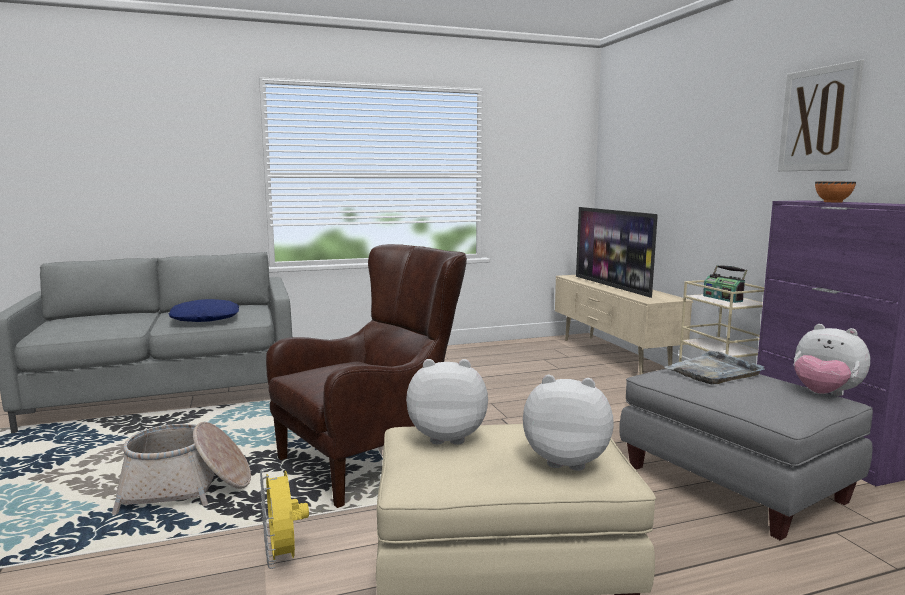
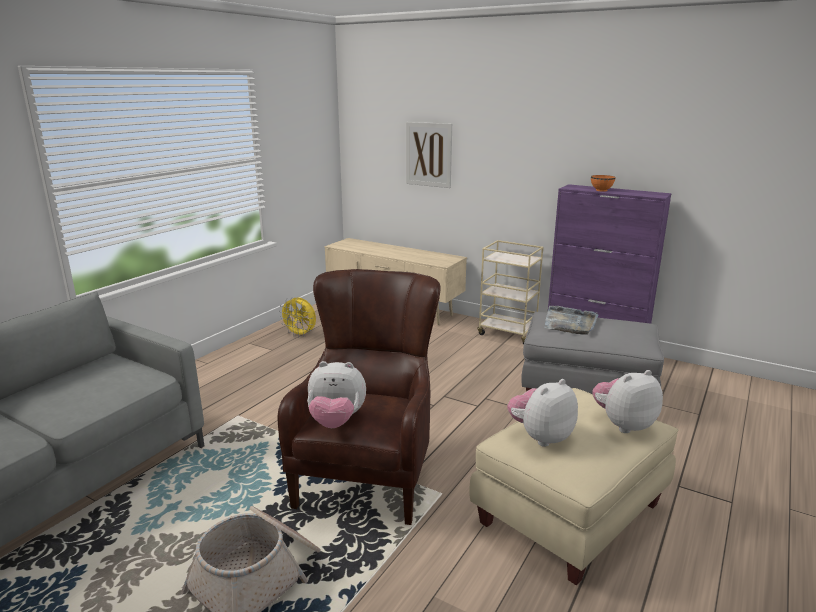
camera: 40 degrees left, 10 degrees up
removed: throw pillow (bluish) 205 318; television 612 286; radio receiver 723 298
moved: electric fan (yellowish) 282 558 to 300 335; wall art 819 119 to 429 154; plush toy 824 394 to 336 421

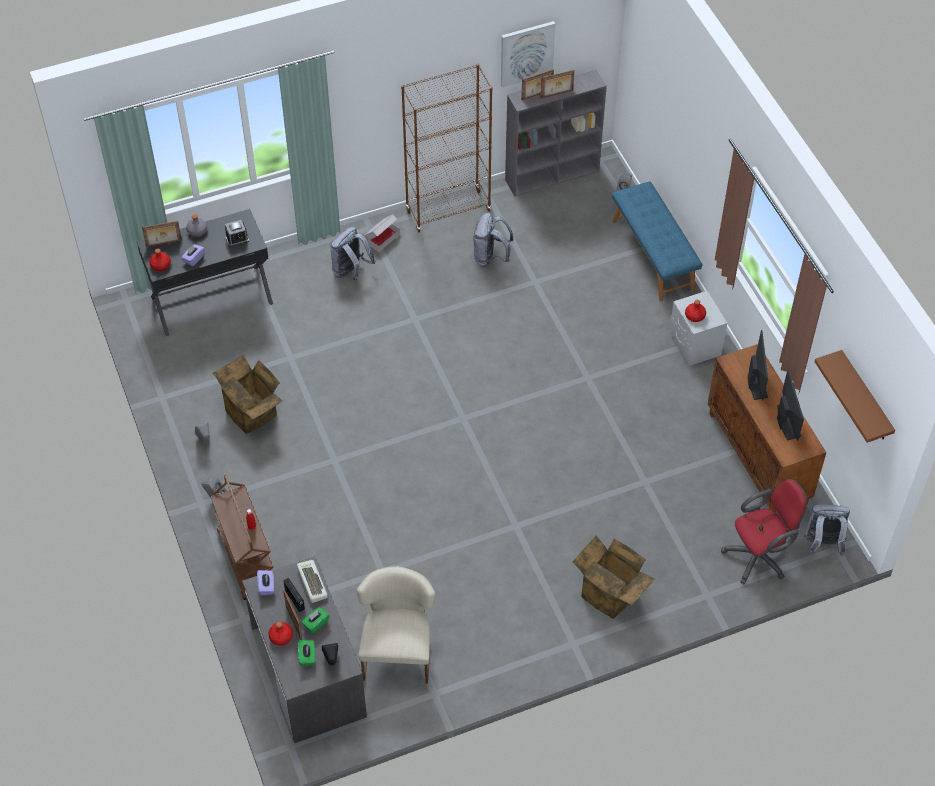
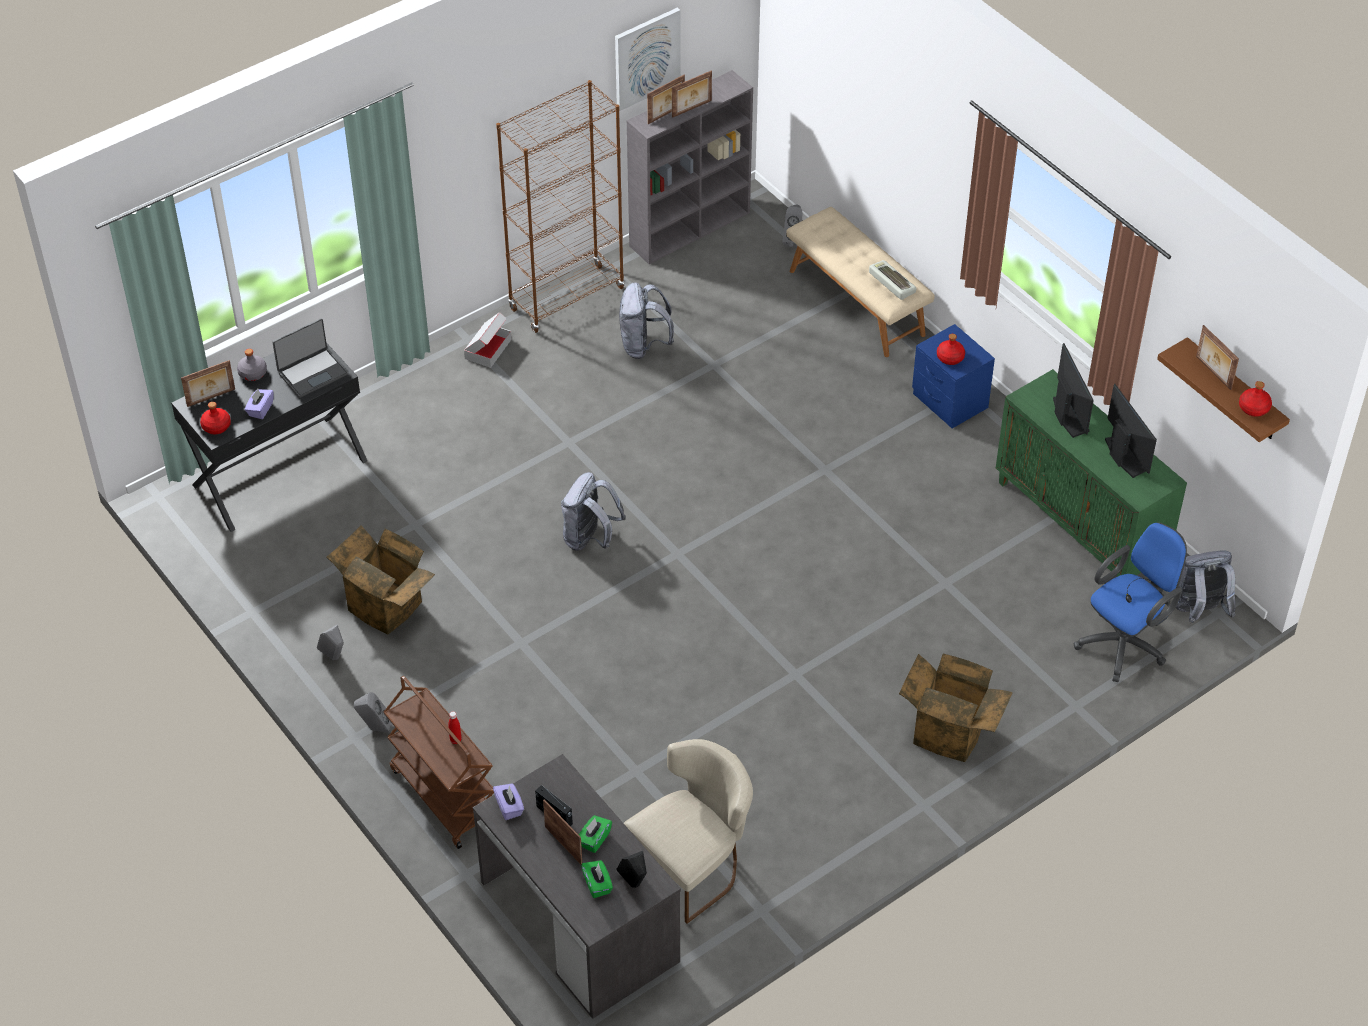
camera: 15 degrees left, 5 degrees down
added: picture frame 1212 373
moved: bottle (red-coloured) 281 636 to 1253 407; keyboard 311 582 to 890 282; rucksack (gray) 351 271 to 590 539
replaced: bedside clock 237 239 to notebook computer 312 373
recoloured: bench (bluish) 653 255 to bench (sand-coloured) 857 302; bedside table (gray) 695 344 to bedside table (bluish) 950 401; storage cabinet (brownish) 758 459 to storage cabinet (greenish) 1081 524; computer chair (red-coloured) 760 556 to computer chair (bluish) 1125 643
turned: upright chair (sand-coloured) 398 651 = 693 867 60 degrees clockwise

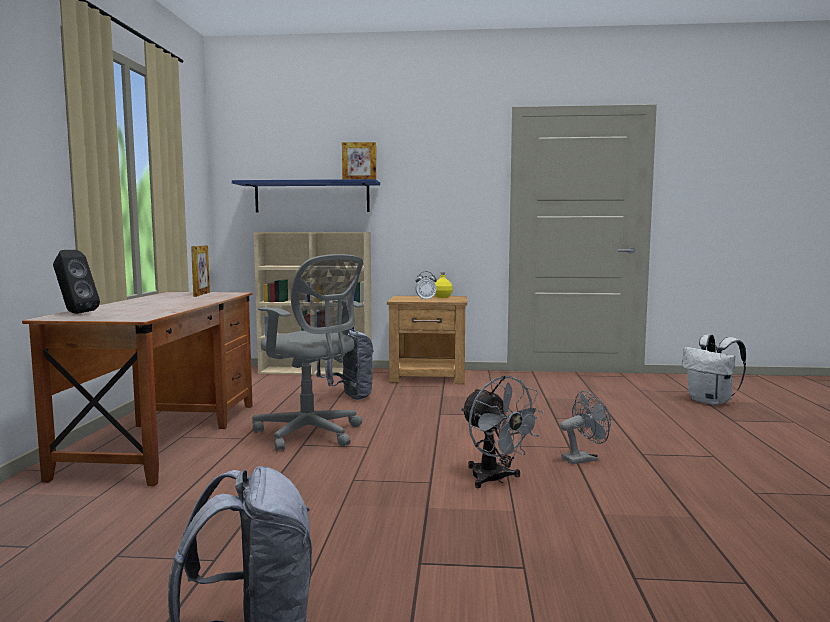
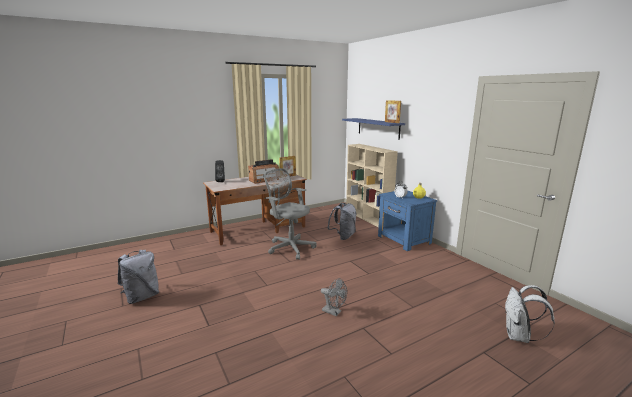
camera: 55 degrees right, 10 degrees up
removed: electric fan (gray) 495 480
added: radio receiver 264 180
recoloured: bedside table (brownish) 429 376 to bedside table (bluish) 404 240
turned: computer chair (gray) 311 434 = 289 247 120 degrees clockwise

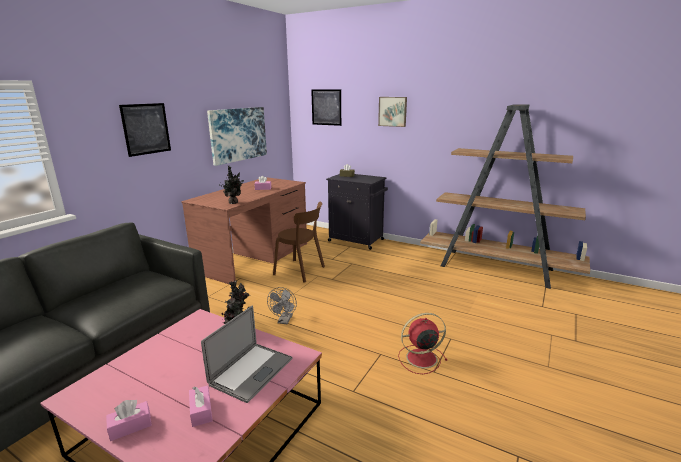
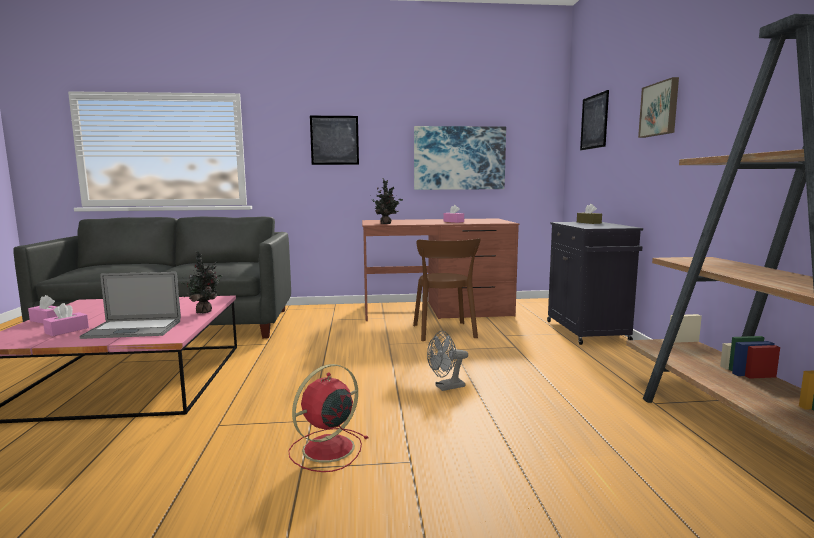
camera: 55 degrees right, 10 degrees down
moved: electric fan (gray) 284 321 to 446 387
turned: electric fan (red-coloured) 420 358 = 326 449 90 degrees counterclockwise

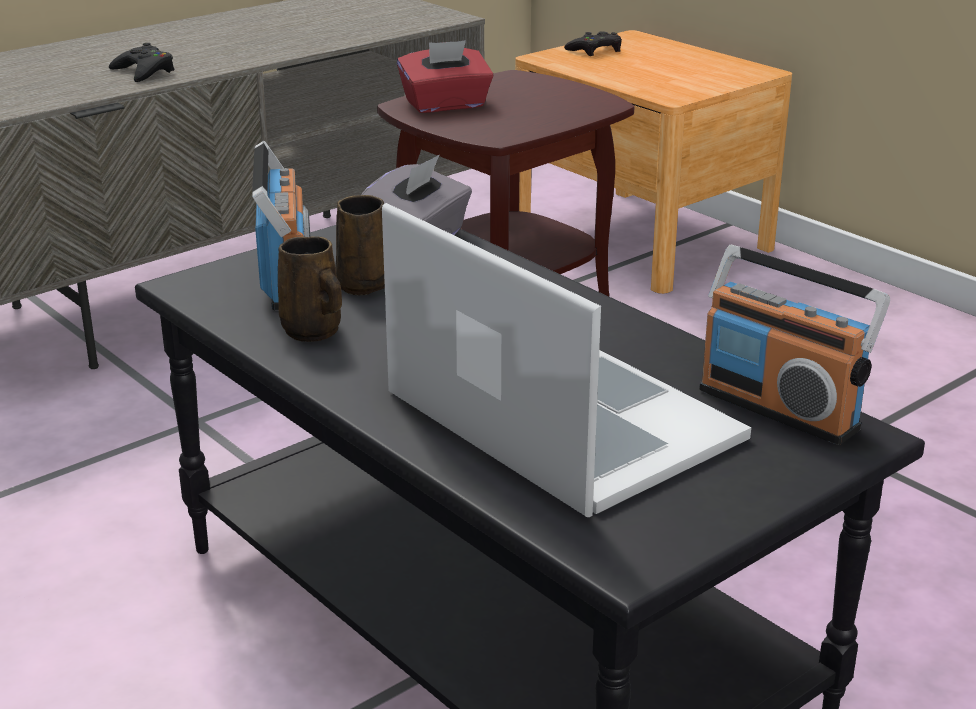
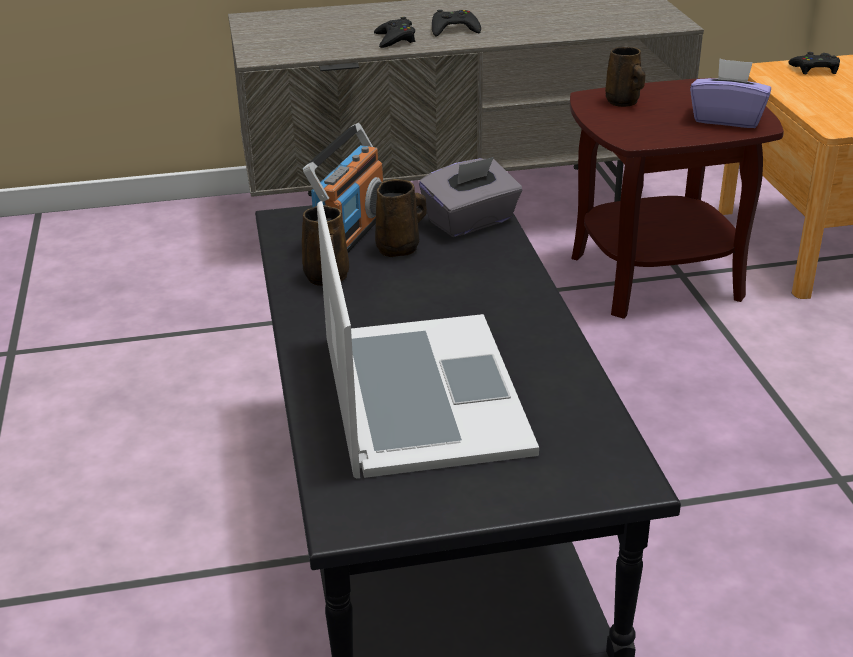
camera: 30 degrees right, 5 degrees up
removed: radio receiver 779 408
added: joypad (black-coloured) 454 29; tissue holder (purple-coloured) 727 119
replaced: tissue holder (red-coloured) 446 105 to mug (brownish) 623 102

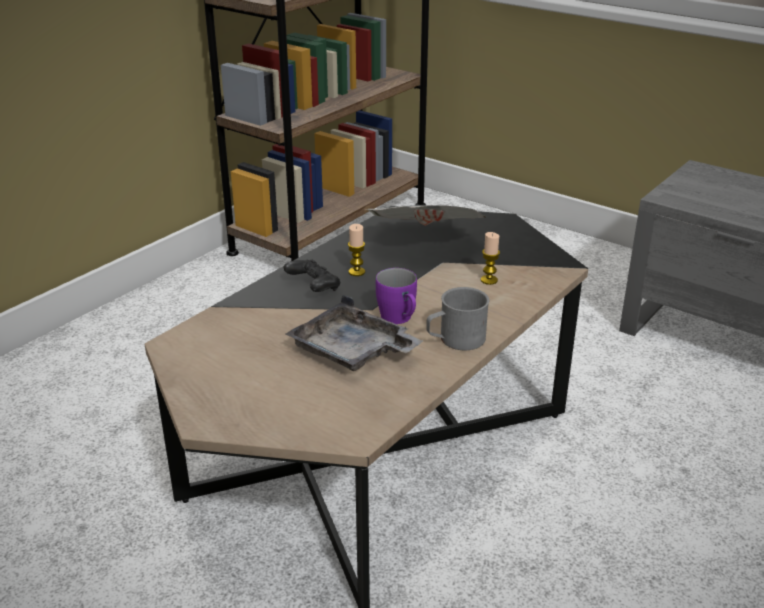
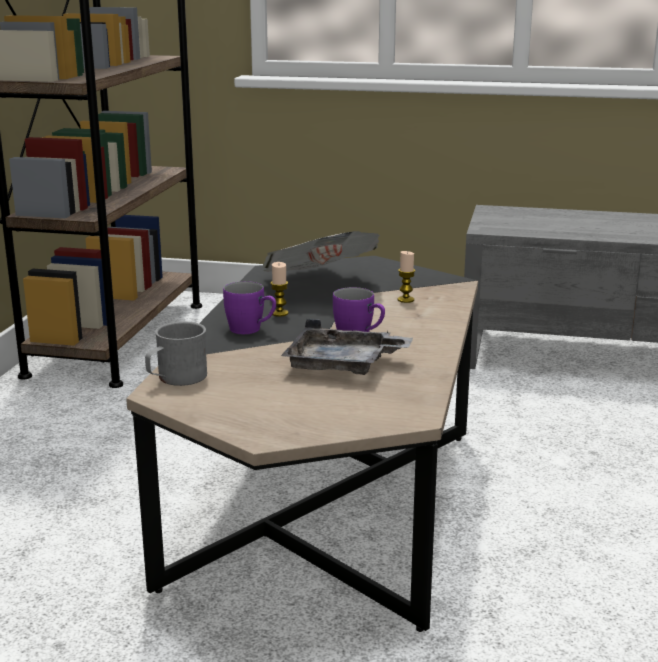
camera: 25 degrees left, 10 degrees down
moved: mug (gray) 455 340 to 176 379
replaced: joypad (black-coloured) 313 287 to mug (purple-coloured) 251 330

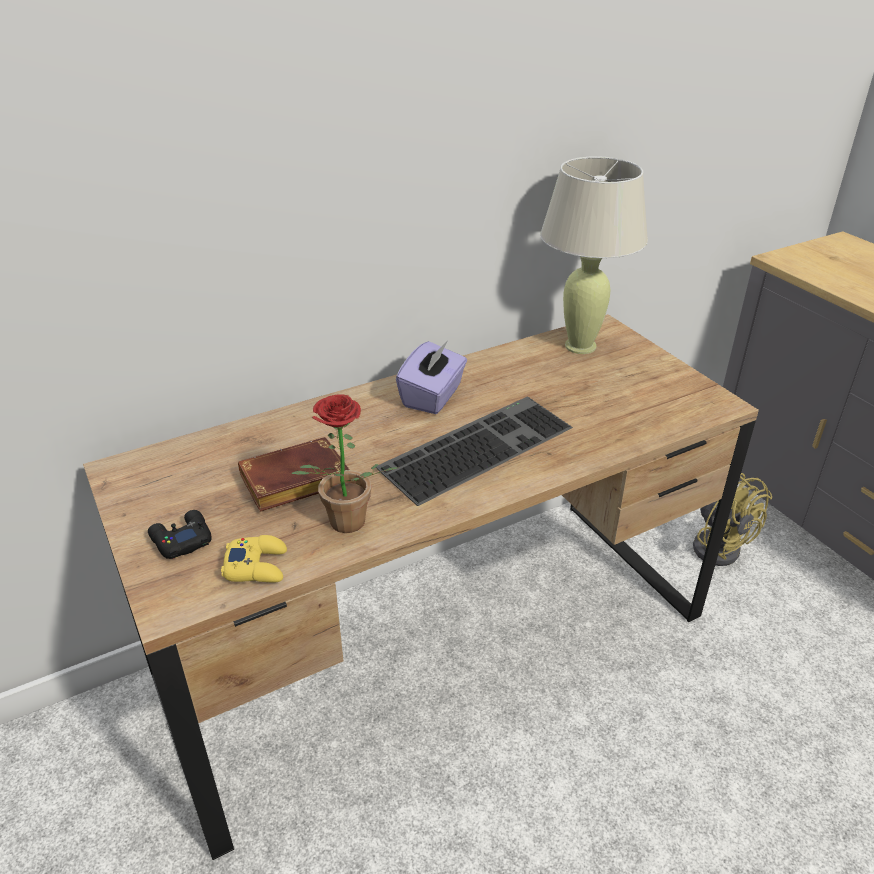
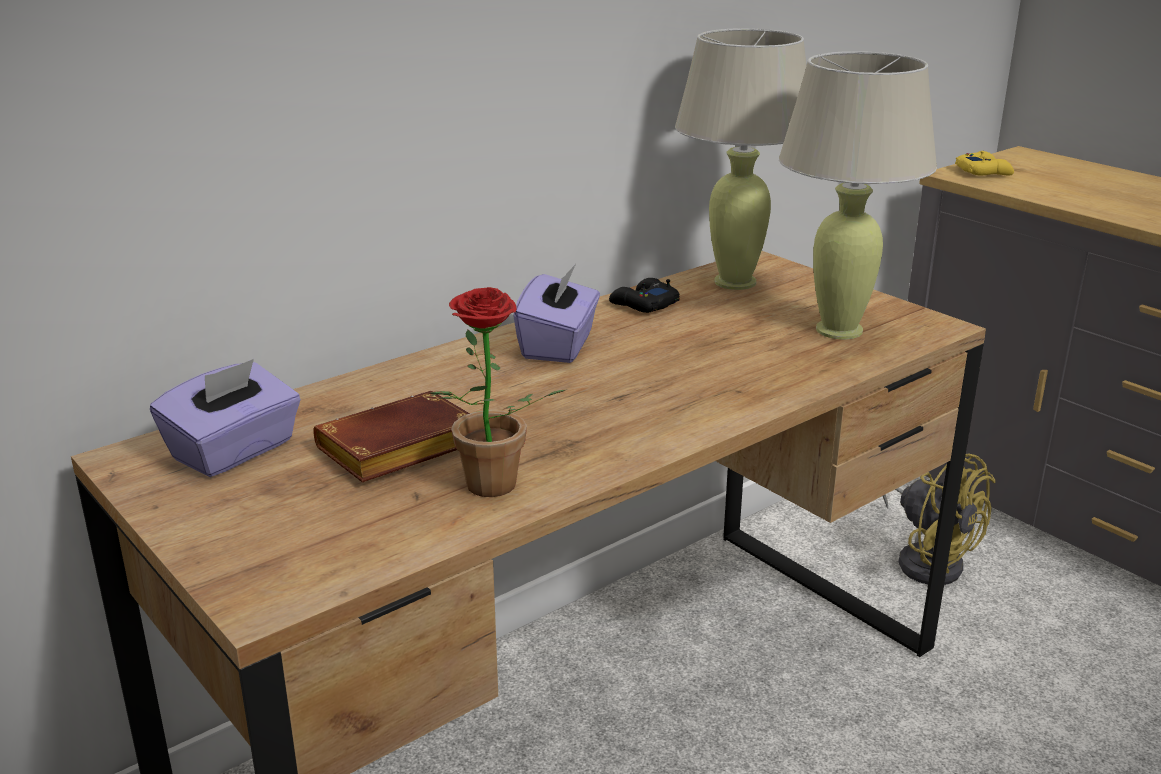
camera: 10 degrees left, 10 degrees down
removed: keyboard 476 445
added: tissue holder (purple-coloured) 234 451; lamp for a table (sand-coloured) 838 330
moved: joypad (black-coloured) 181 540 to 643 304; joypad (yellowish) 257 566 to 983 172

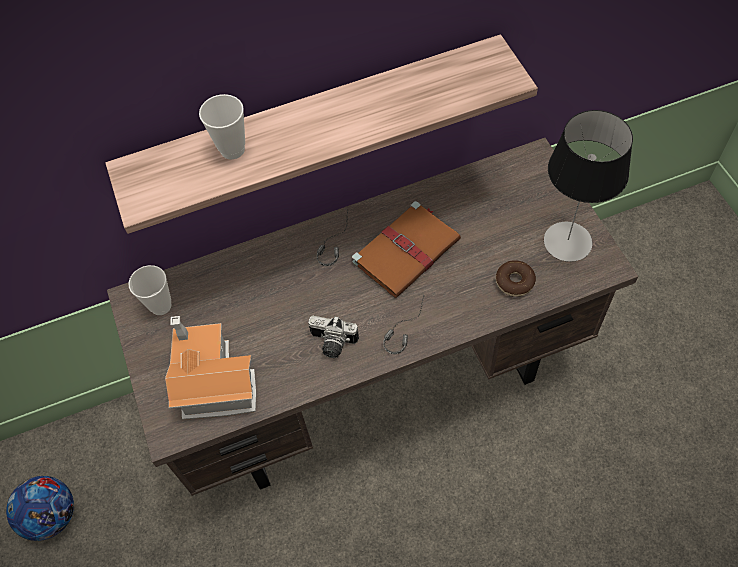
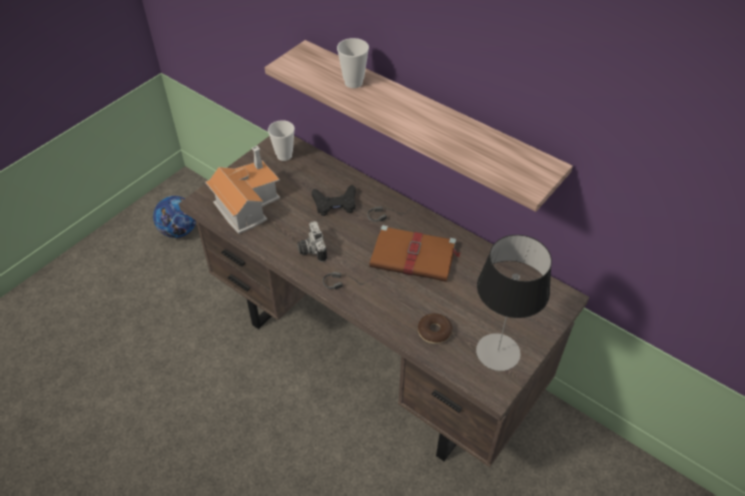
camera: 55 degrees right, 10 degrees down
added: joypad (black-coloured) 335 204

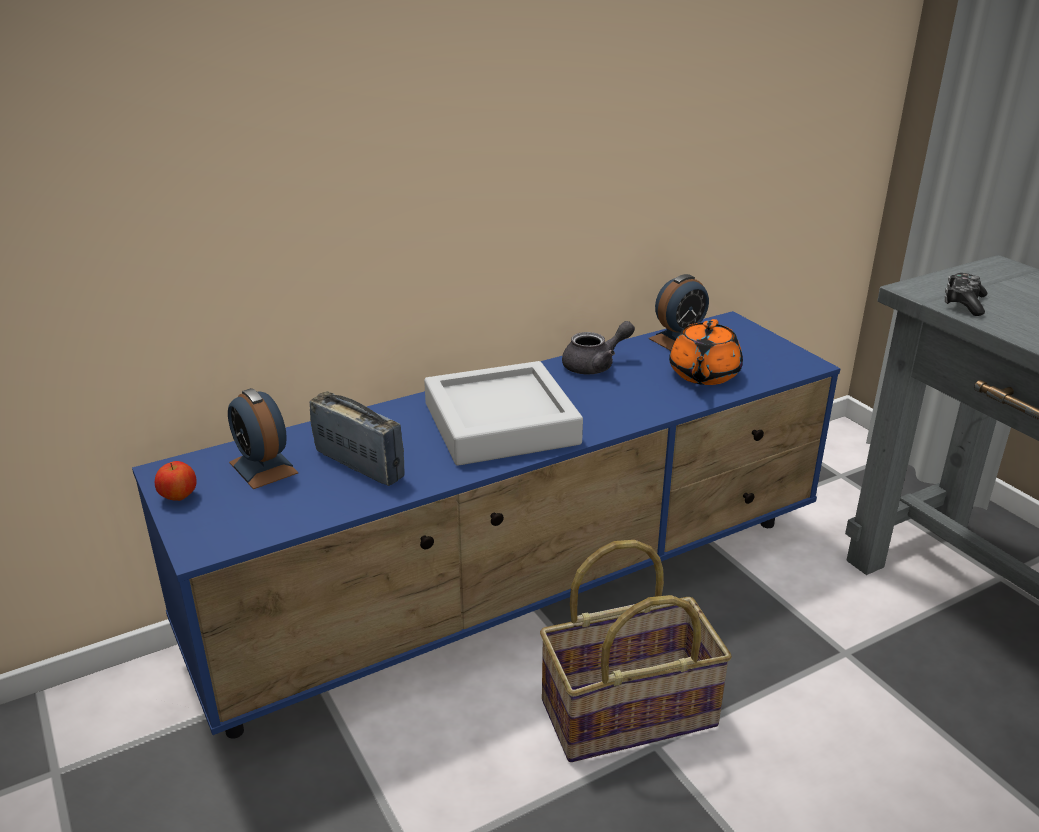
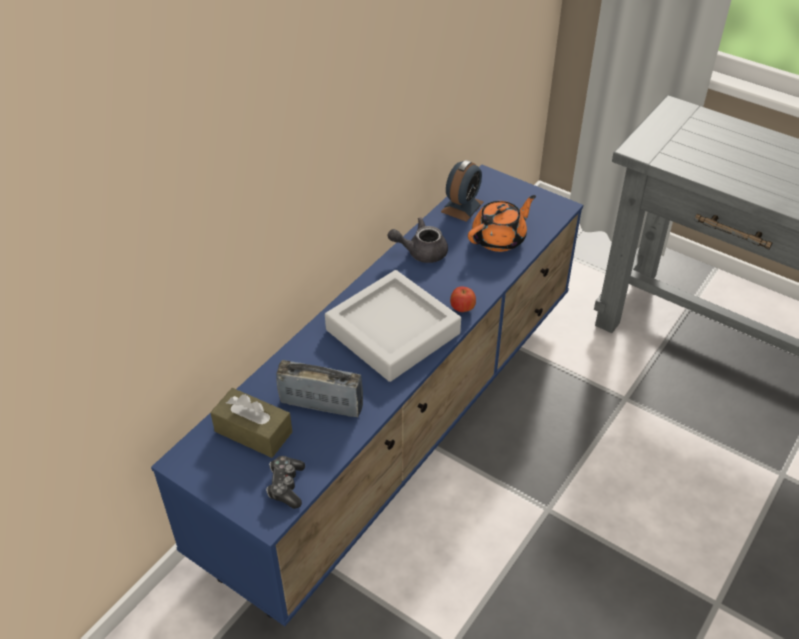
camera: 25 degrees left, 15 degrees up
removed: storage basket 628 711
moved: whole apple 179 497 to 462 309; joypad 963 303 to 286 486
replaced: bedside clock 263 467 to tissue holder (brownish) 253 432
turned: tea pot (gray) 595 365 = 421 252 135 degrees counterclockwise; tea pot (orangey) 703 375 = 499 239 120 degrees counterclockwise

